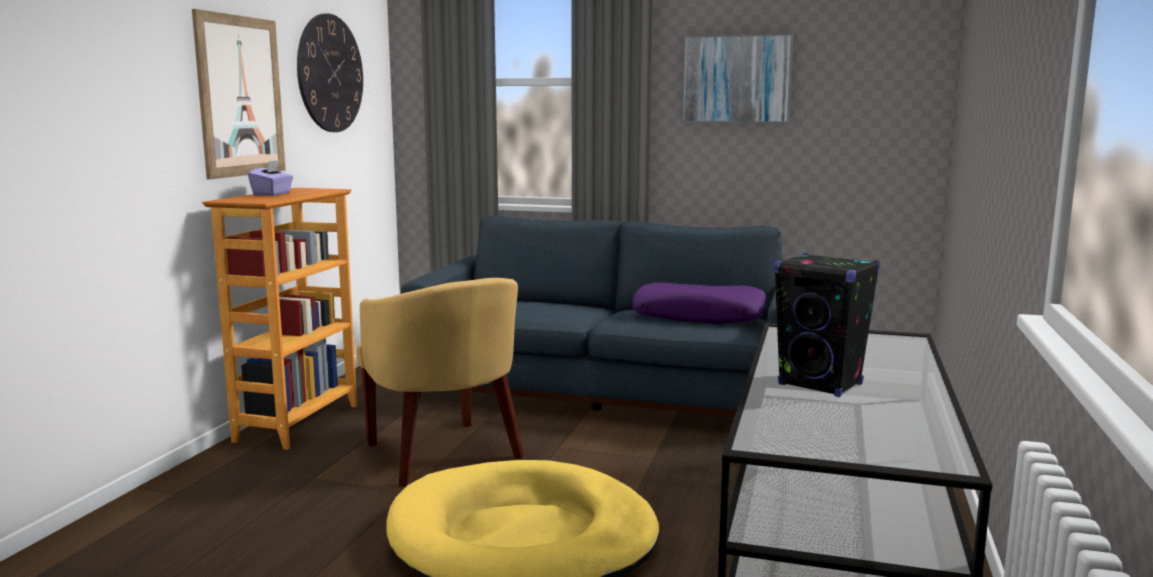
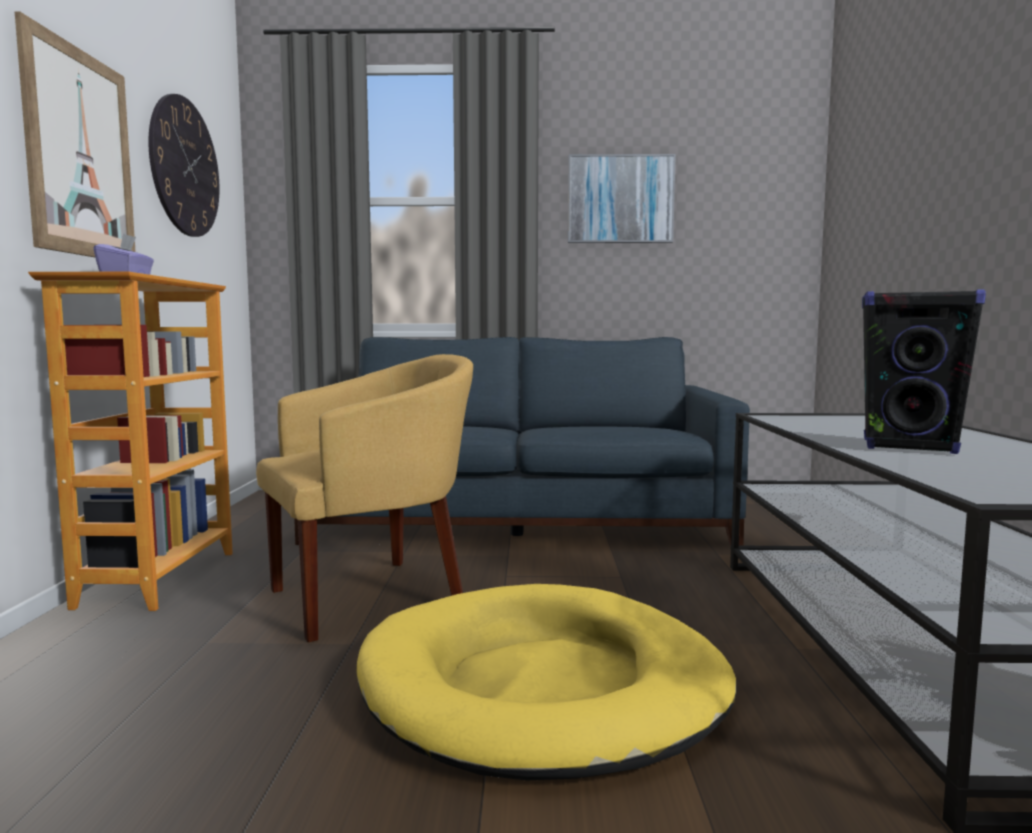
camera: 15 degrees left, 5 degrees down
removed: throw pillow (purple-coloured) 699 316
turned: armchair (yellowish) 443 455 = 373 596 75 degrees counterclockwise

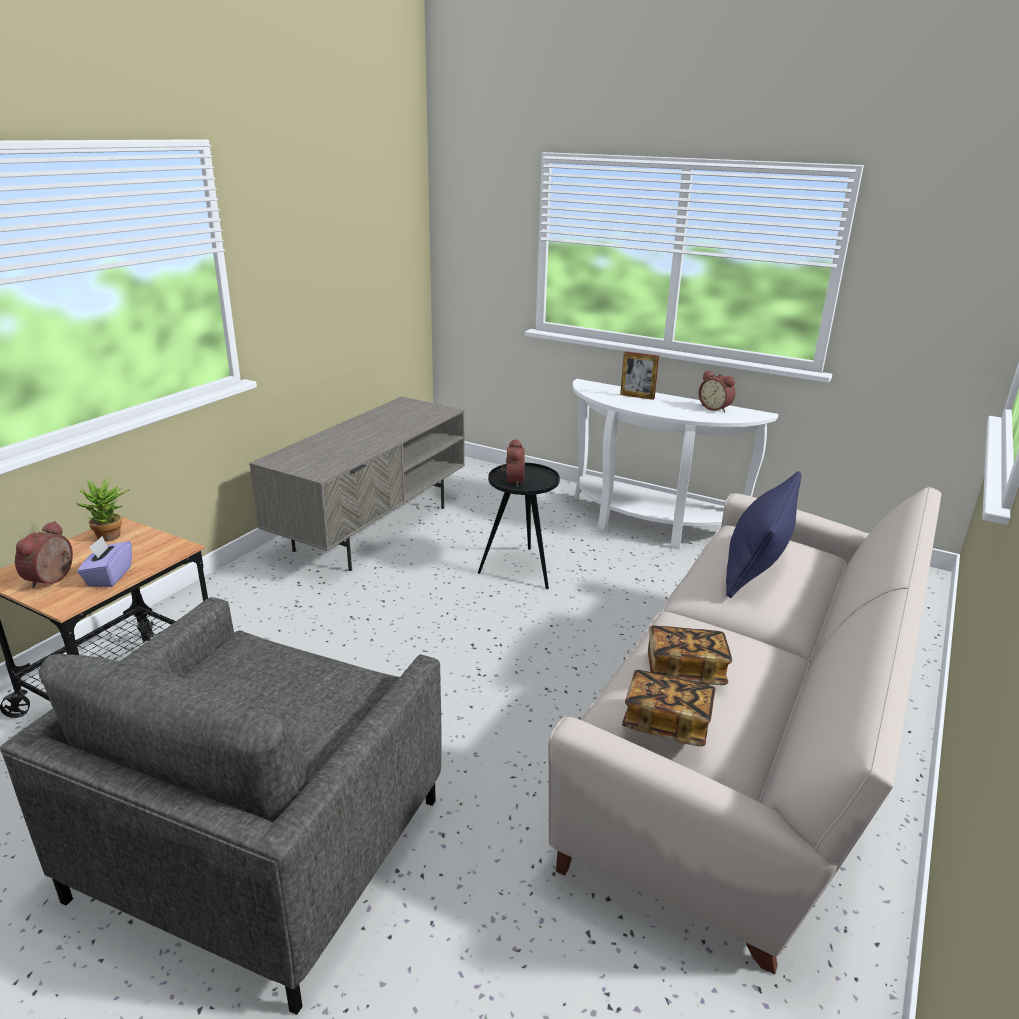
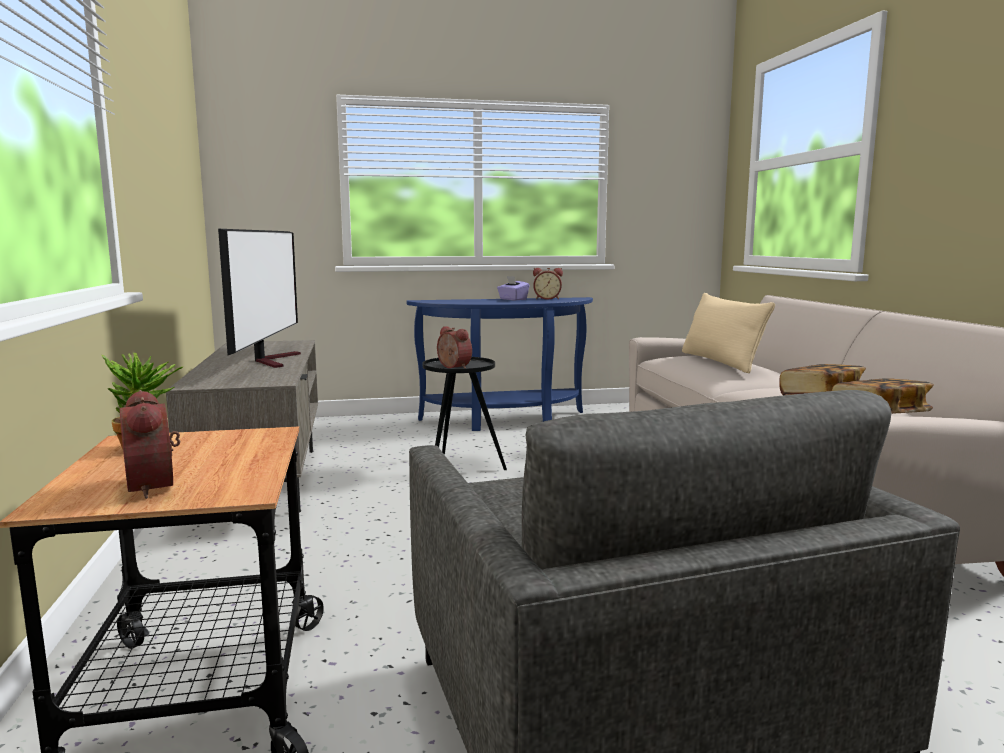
camera: 40 degrees left, 15 degrees down
removed: picture frame 637 396
added: television 273 360
moved: tissue holder (purple-coloured) 109 576 to 512 299
recoloured: narrow table (white) 648 525 to narrow table (bluish) 505 421; throw pillow (bluish) 756 564 to throw pillow (sand-coloured) 720 362

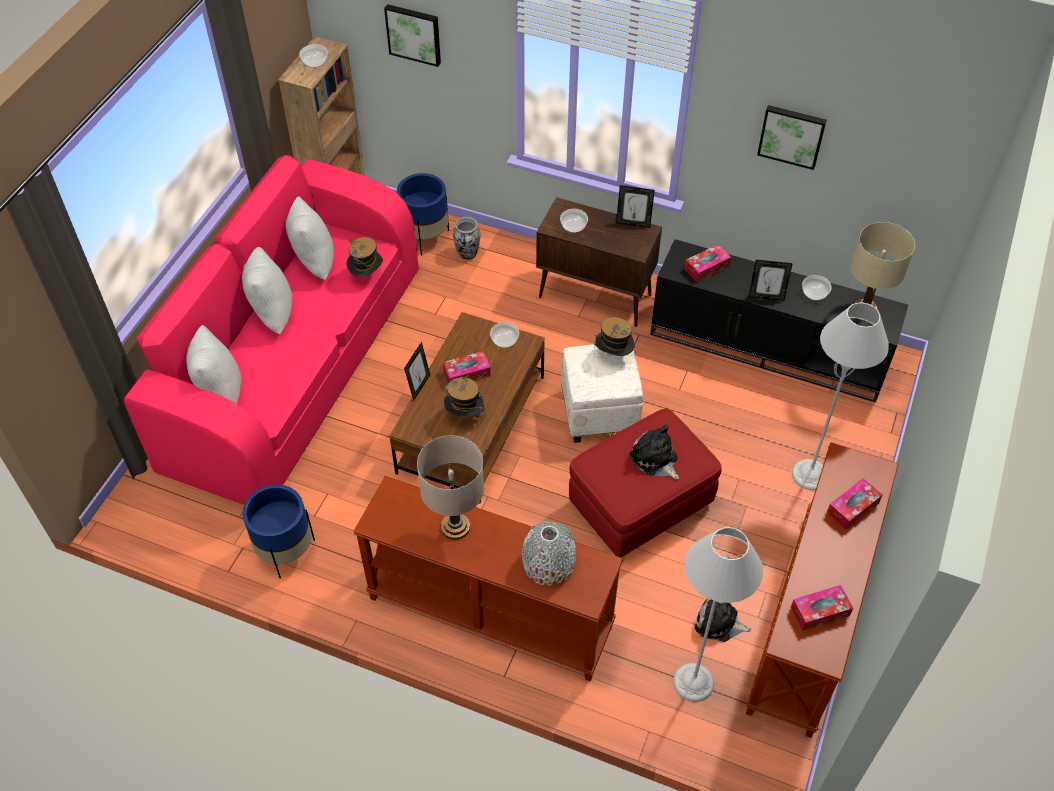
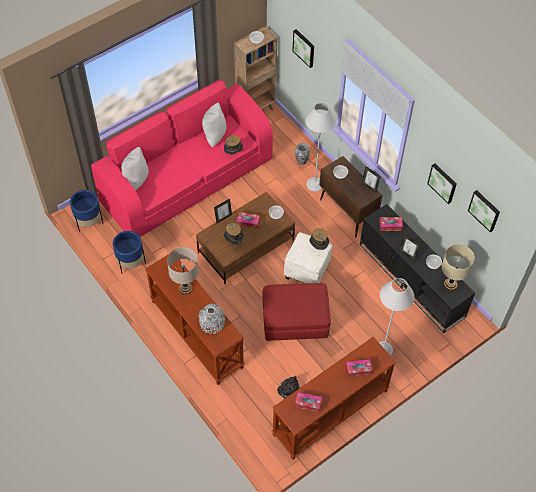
camera: 30 degrees right, 5 degrees up
removed: throw pillow (white) 271 313; plush toy 655 459
added: wall art 485 210
moved: planter (bluish) 425 237 to 89 222; floor lamp (gray) 693 682 to 315 184

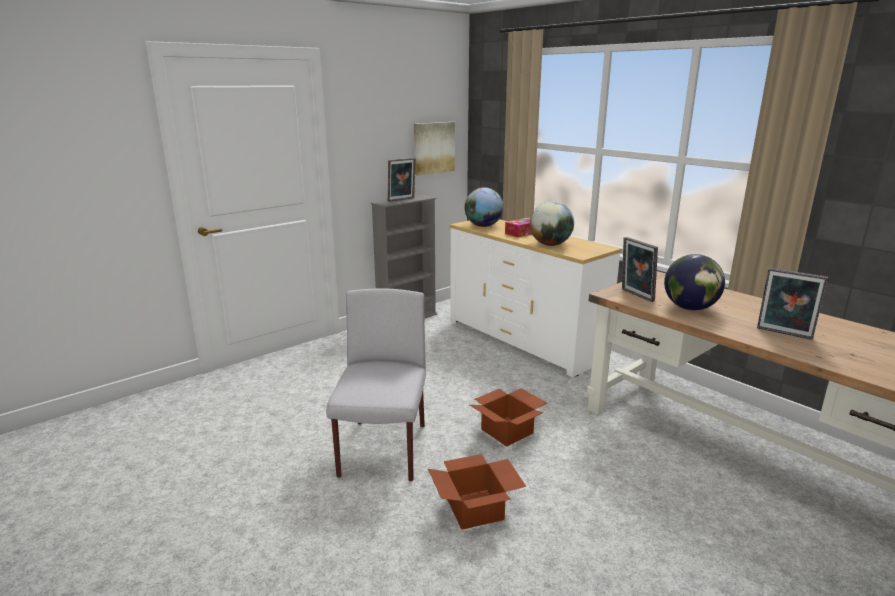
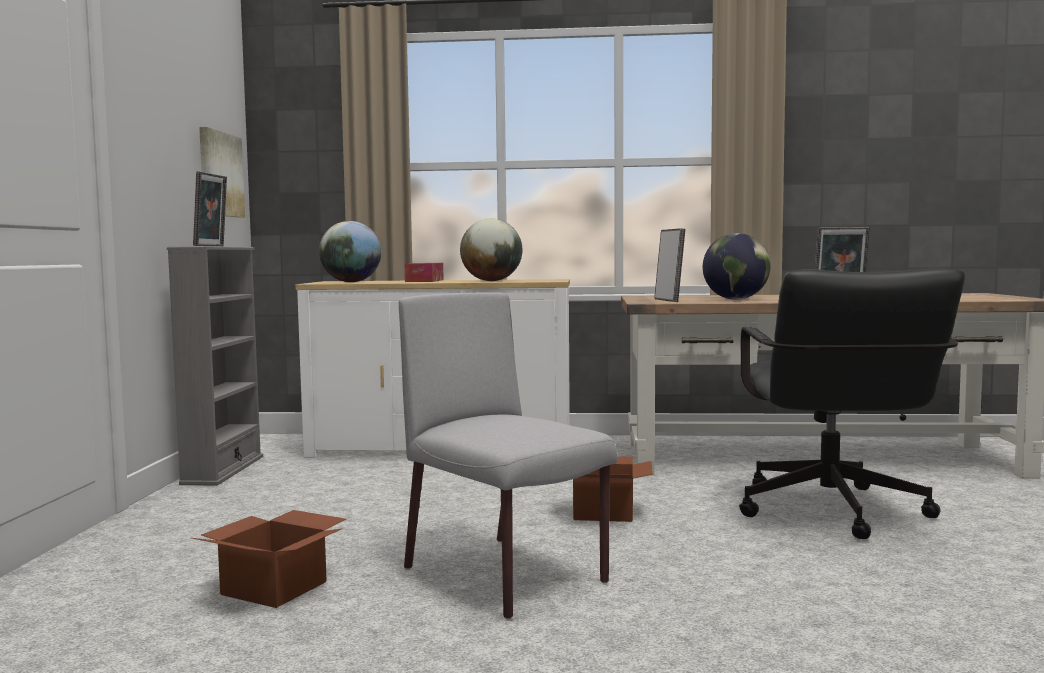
camera: 45 degrees left, 15 degrees down
added: computer chair (black-coloured) 834 515
moved: carton 477 509 to 277 587
turned: picture frame 635 295 = 669 300 120 degrees counterclockwise

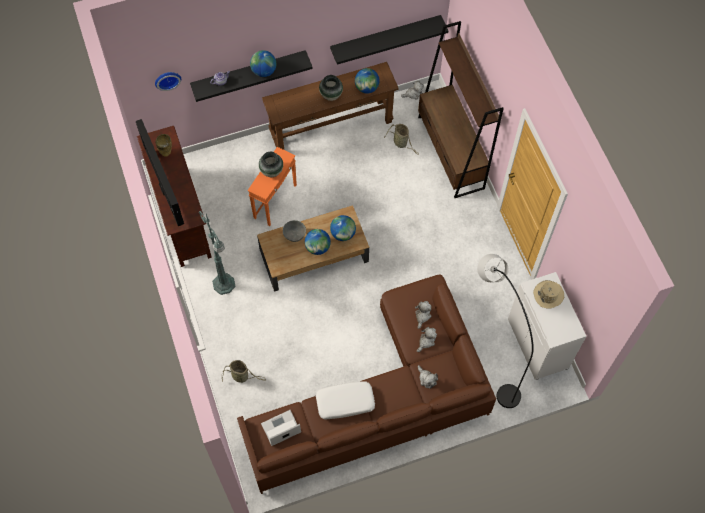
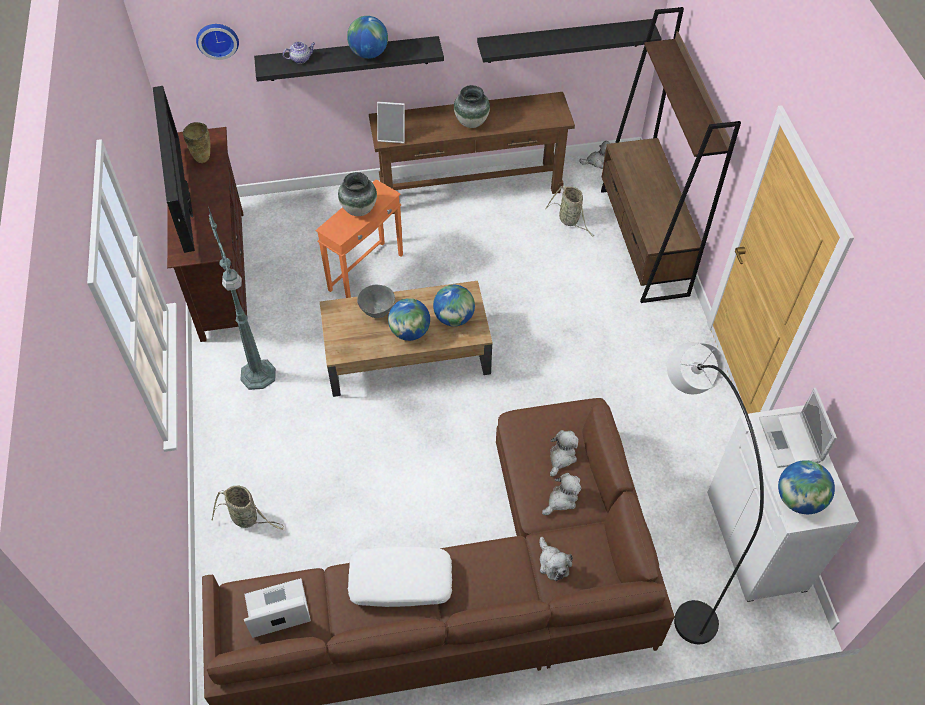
camera: 10 degrees right, 10 degrees down
added: picture frame 392 136
moved: world globe 367 88 to 798 499
replaced: wearable hat (sand-coloured) 548 295 to notebook computer 791 441

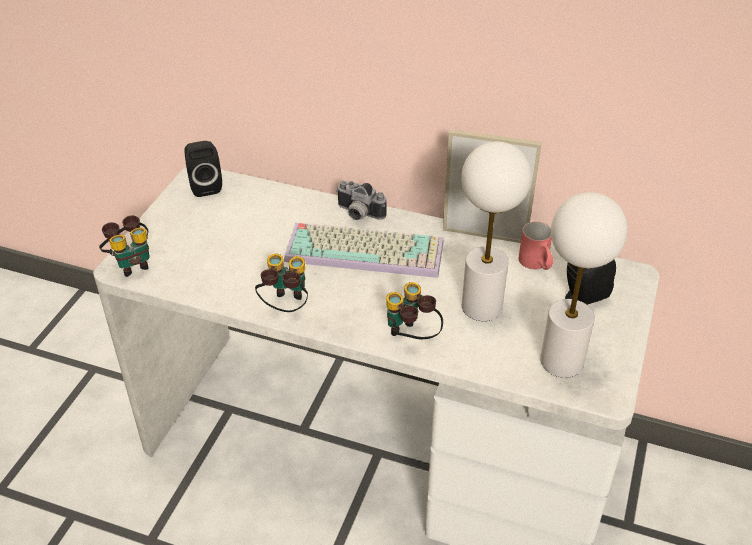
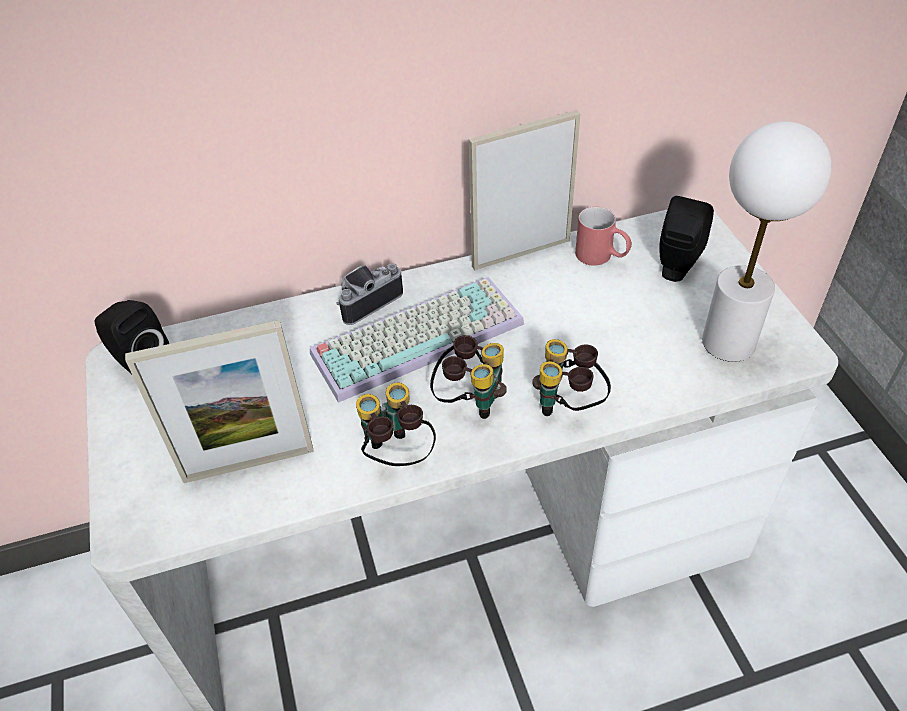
camera: 35 degrees left, 5 degrees up
removed: lamp for a table (white) 482 306
added: picture frame 249 464
moved: pair of binoculars 131 263 to 470 400
turned: photo camera 358 214 = 366 300 150 degrees clockwise

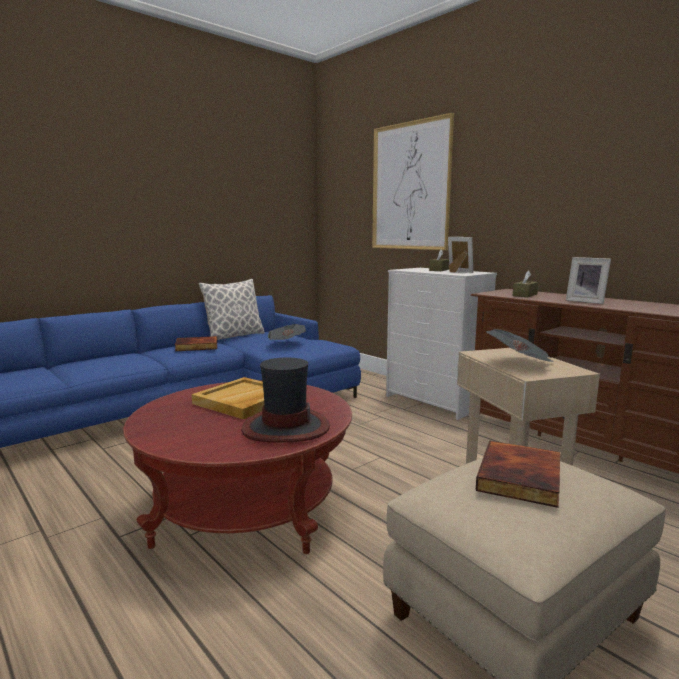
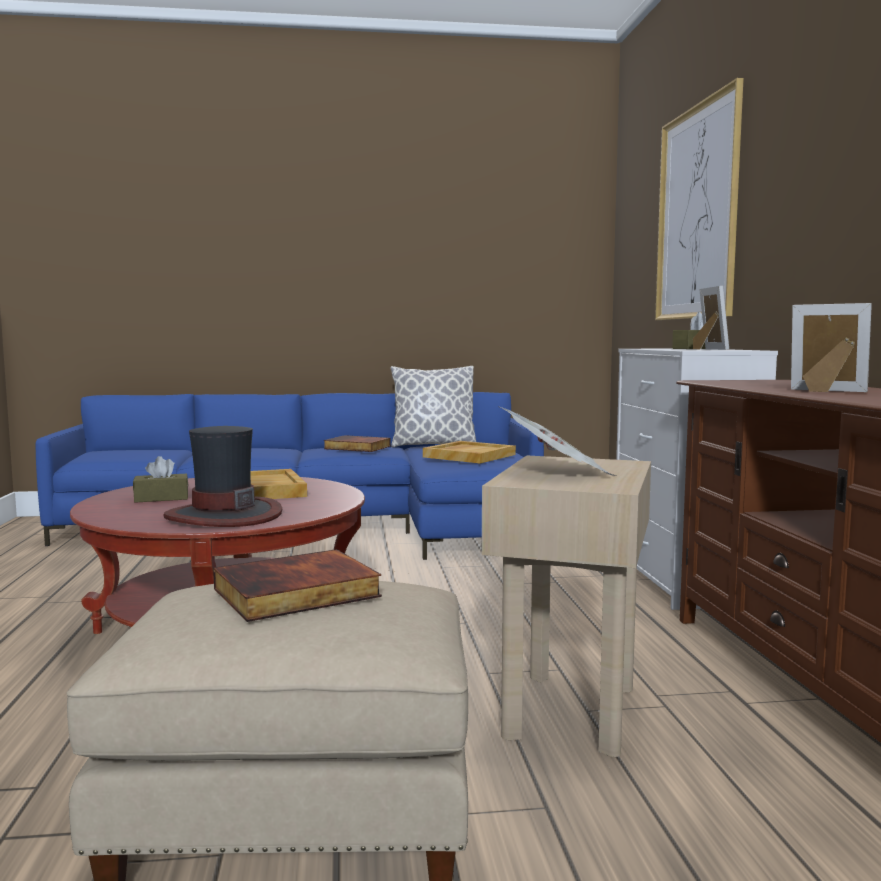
camera: 35 degrees right, 5 degrees down
moved: tissue holder (brownish) 525 295 to 161 498
replaced: printed paper 286 343 to serving tray (sand-coloured) 469 456
turned: picture frame 586 301 = 825 391 135 degrees clockwise

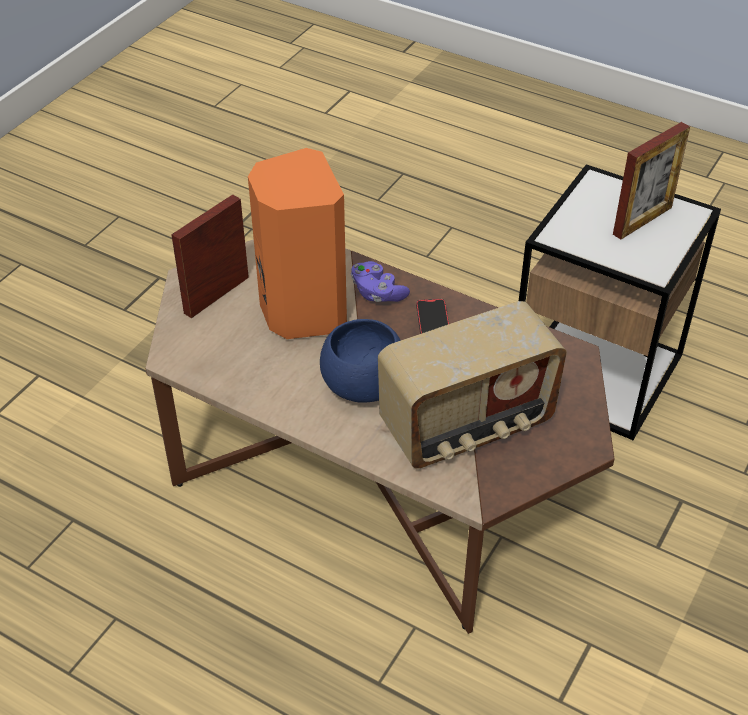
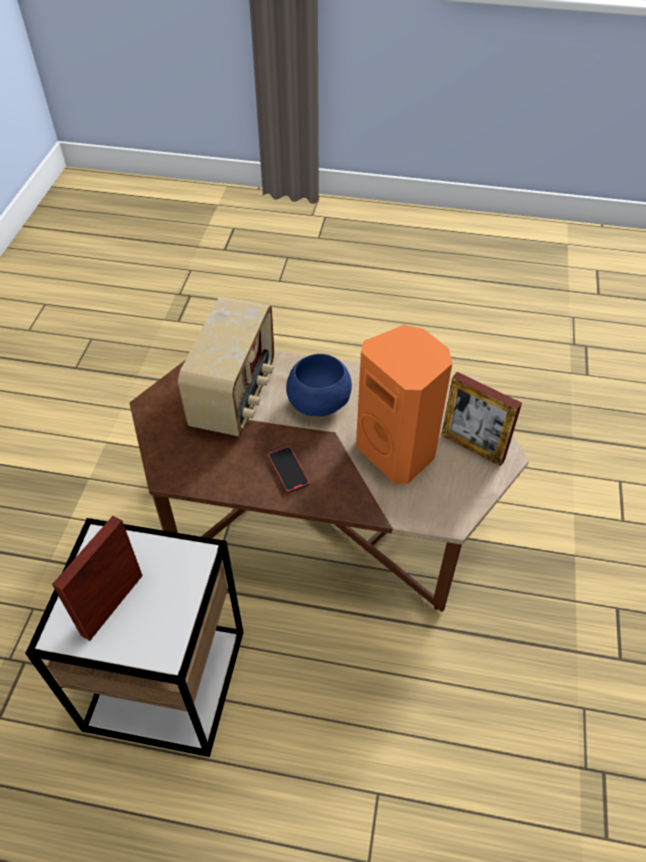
camera: 160 degrees right, 5 degrees up
removed: joypad (purple-coloured) 377 293
turned: picture frame 216 295 = 472 447 105 degrees clockwise; radio receiver 467 426 = 235 396 150 degrees clockwise

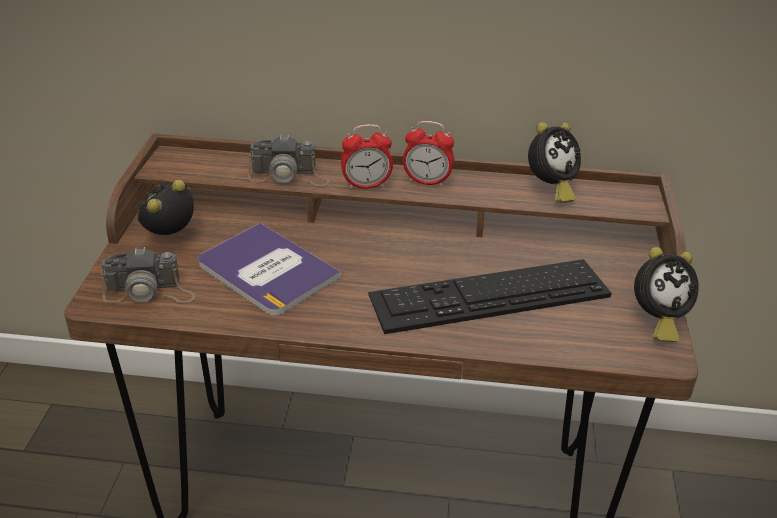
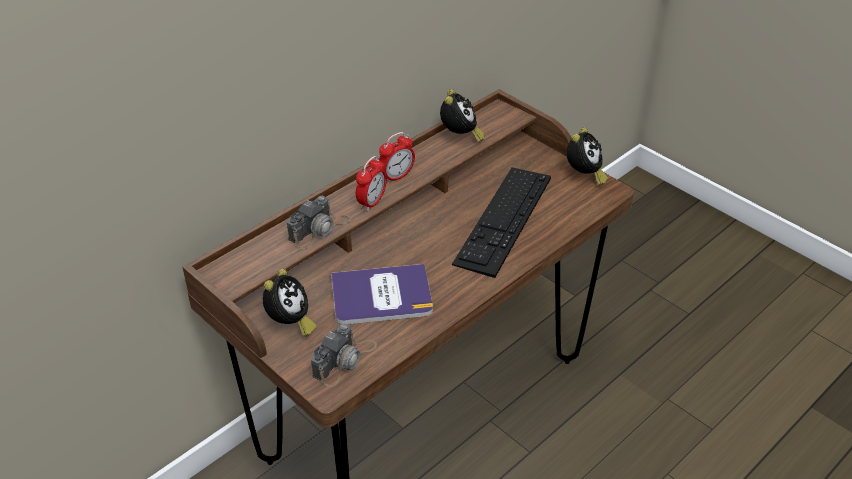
camera: 50 degrees left, 5 degrees up
turned: bedside clock 170 236 = 290 323 150 degrees counterclockwise

